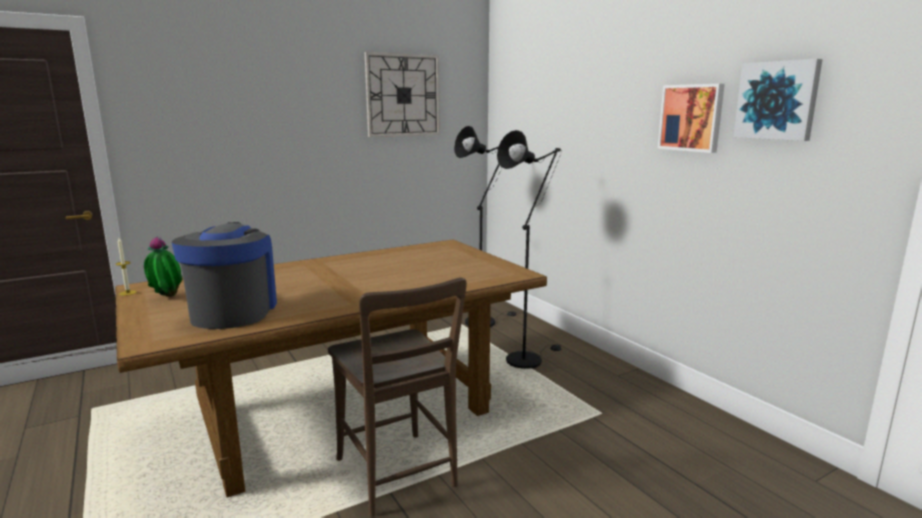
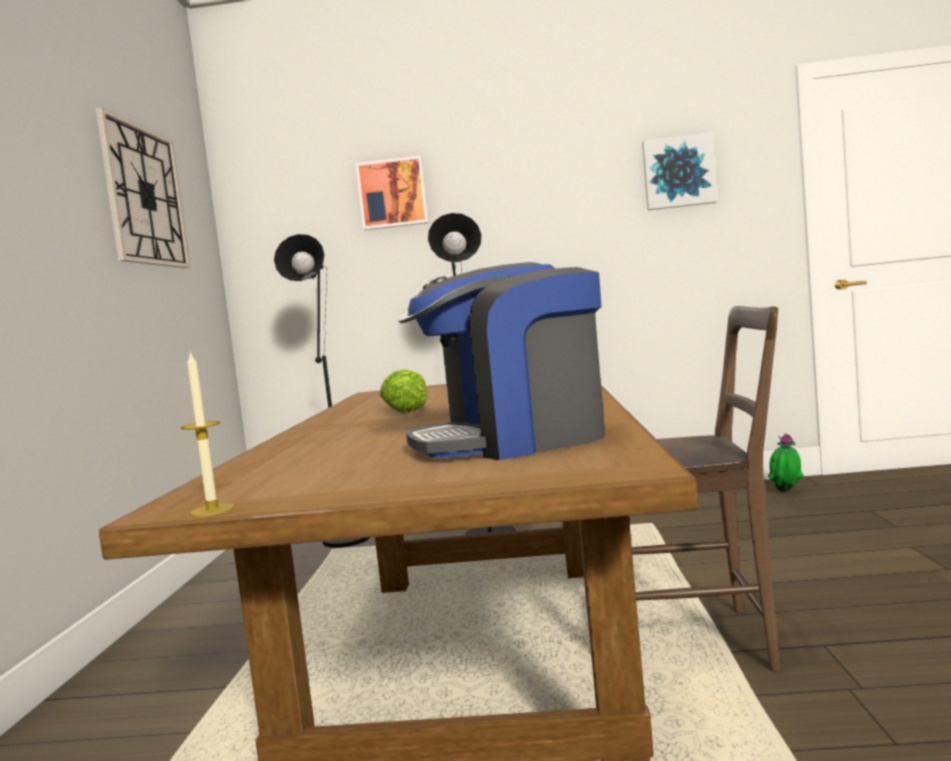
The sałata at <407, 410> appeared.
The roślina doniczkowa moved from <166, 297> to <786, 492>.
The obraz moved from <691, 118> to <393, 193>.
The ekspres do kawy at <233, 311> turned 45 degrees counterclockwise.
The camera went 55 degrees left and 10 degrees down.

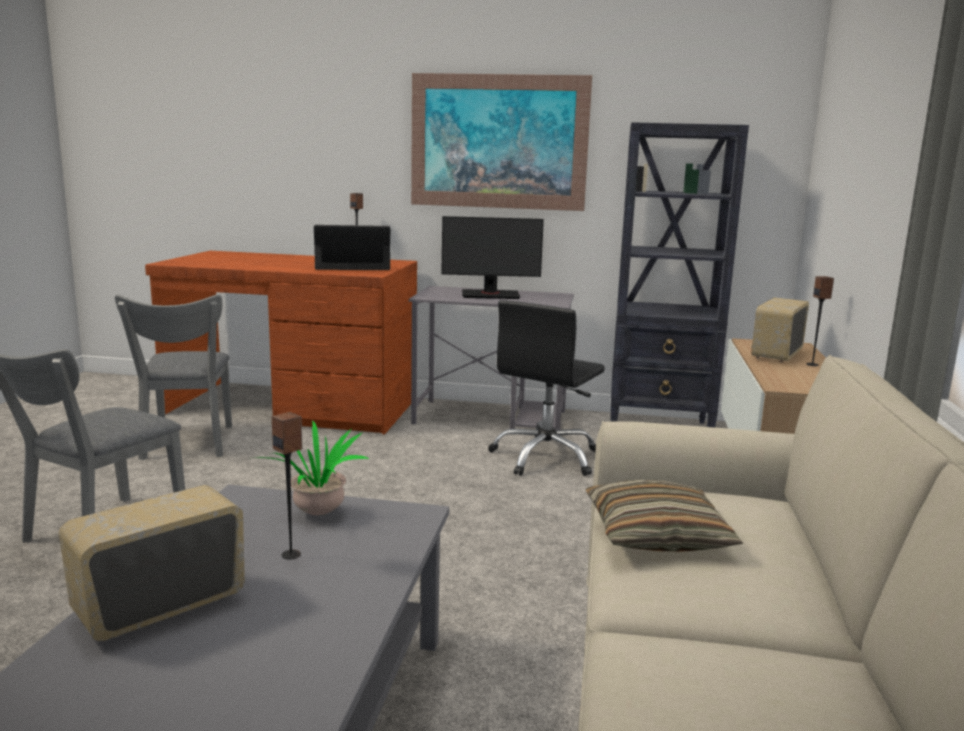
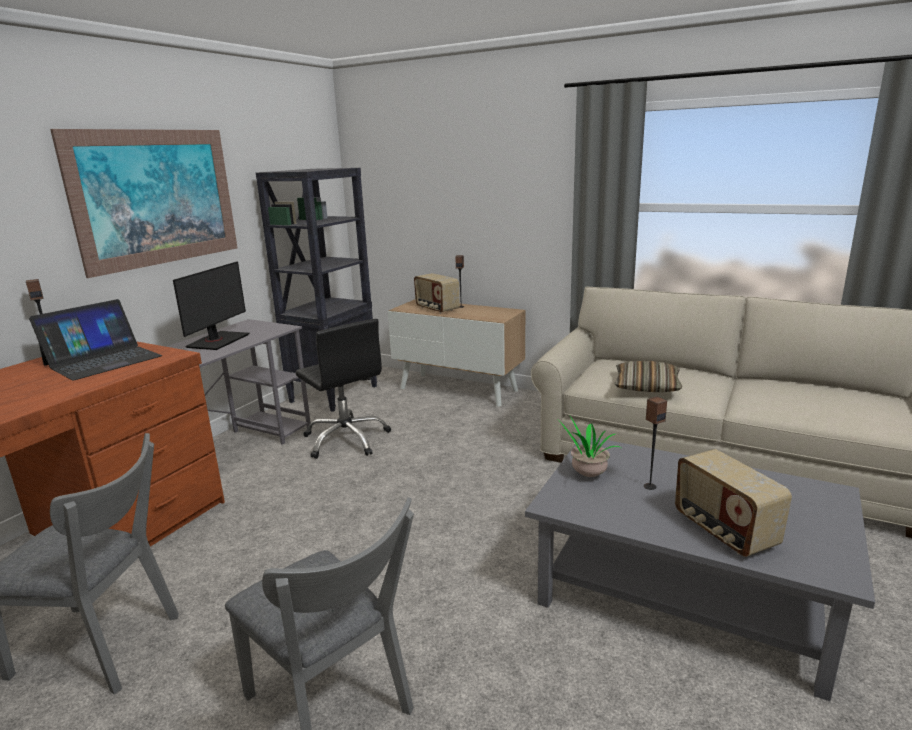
The laptop at <352, 265> turned 150 degrees counterclockwise.
The camera went 70 degrees left and 5 degrees up.

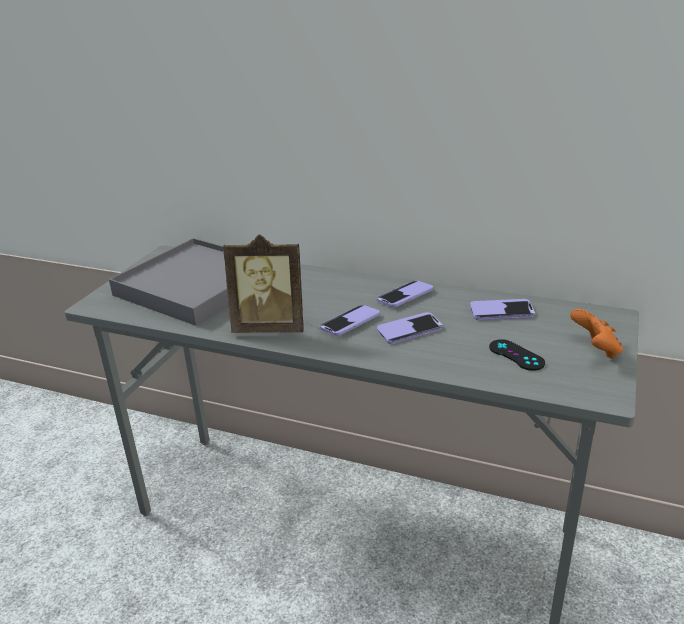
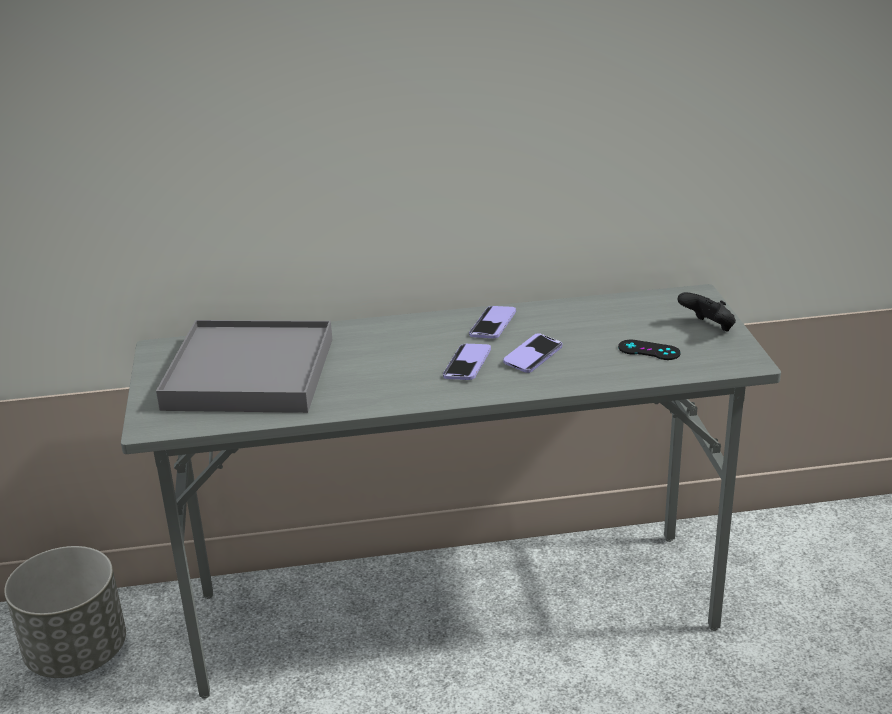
The ramka na zdjęcie at <270, 327> disappeared.
The telefon at <501, 311> disappeared.
The donica/szary at <77, 652> appeared.
The pad do gier/pomarańczowy at <595, 350> became the pad do gier/czarny at <708, 328>.
The camera went 30 degrees left and 0 degrees up.

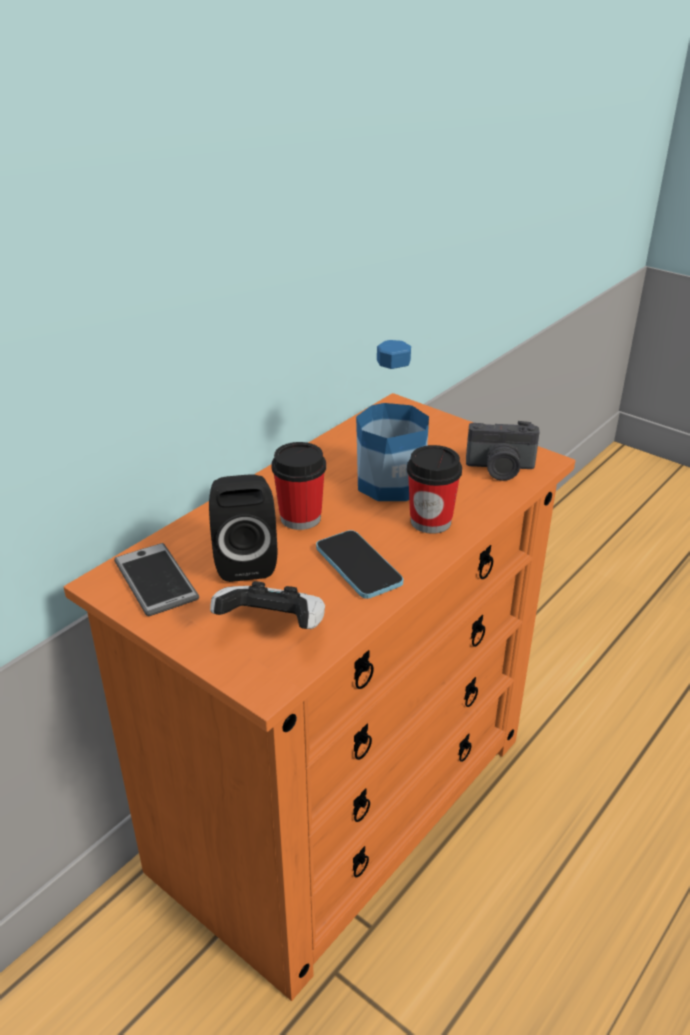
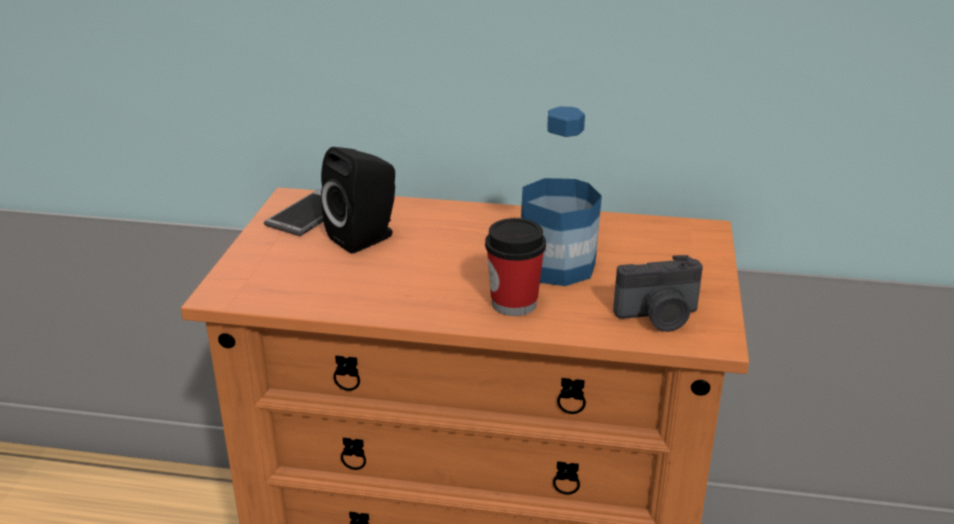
The pad do gier at <273, 627> disappeared.
The filiżanka at <300, 518> disappeared.
The telefon at <358, 566> disappeared.
The aparat fotograficzny at <500, 469> turned 75 degrees counterclockwise.
The camera went 60 degrees right and 5 degrees down.

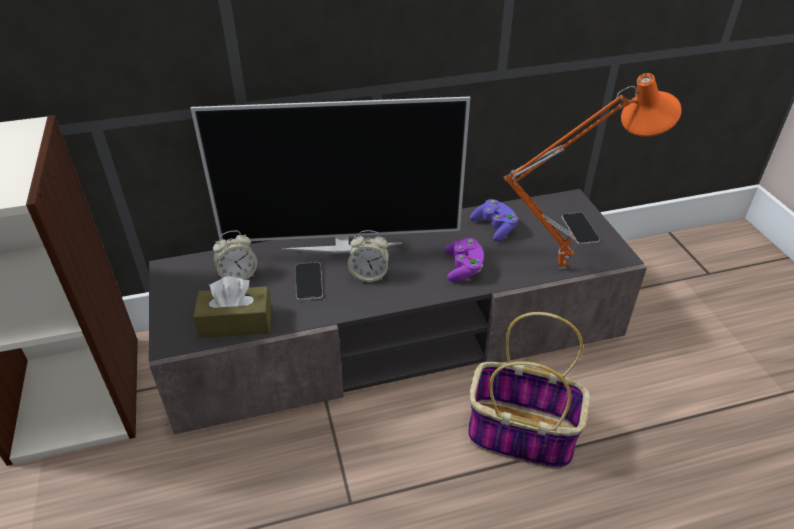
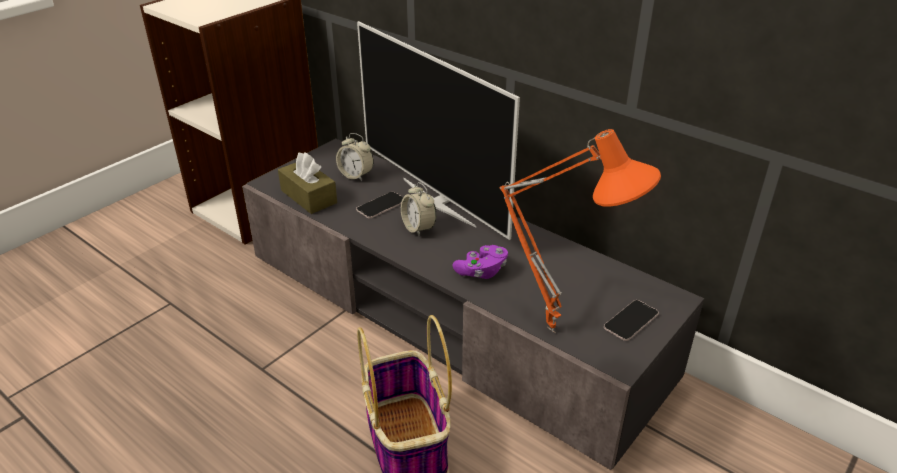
The pad do gier/fioletowy at <494, 228> disappeared.
The camera went 55 degrees right and 5 degrees down.

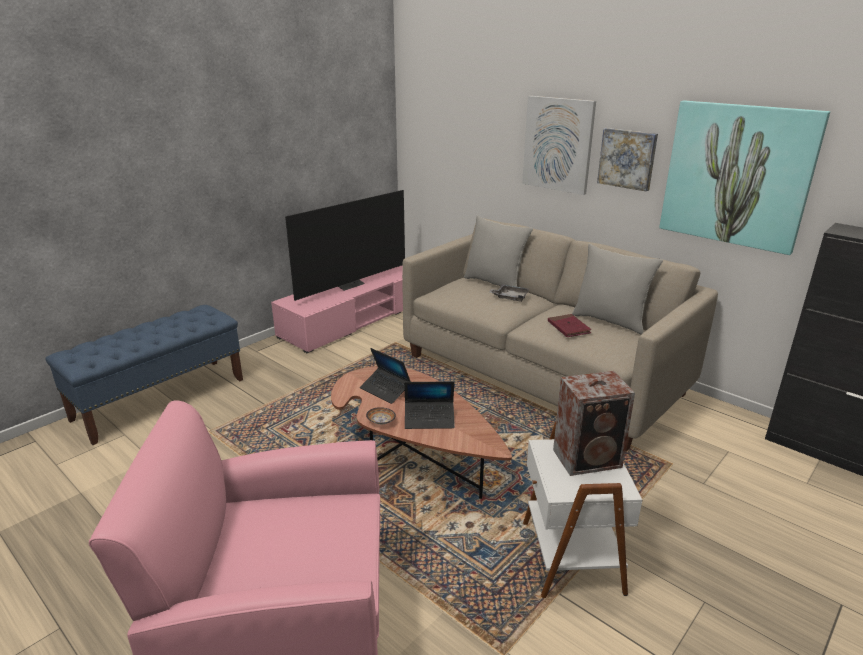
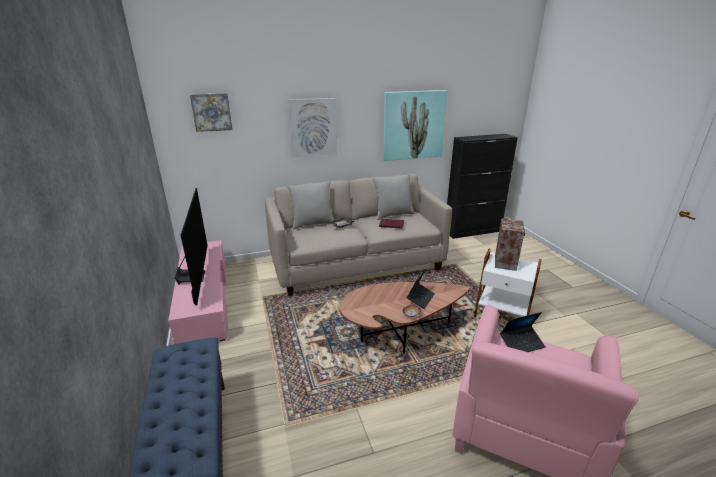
The laptop moved from <385, 390> to <521, 343>.
The obraz moved from <627, 158> to <211, 112>.
The camera went 60 degrees left and 0 degrees up.

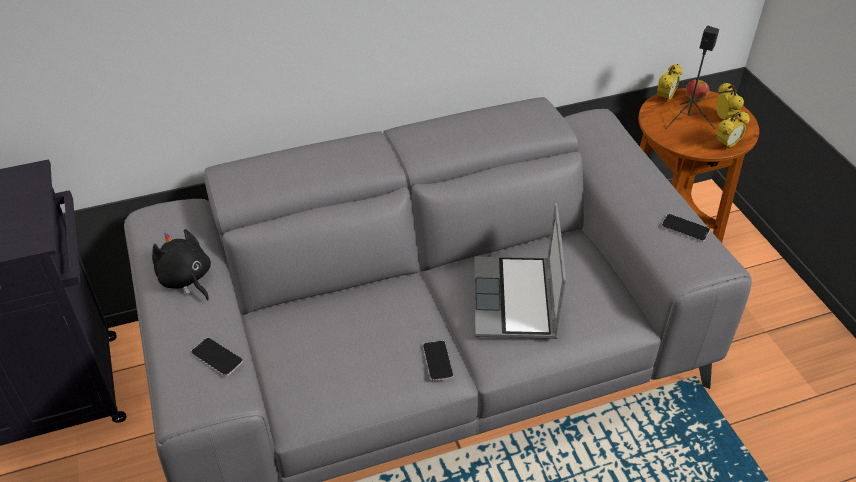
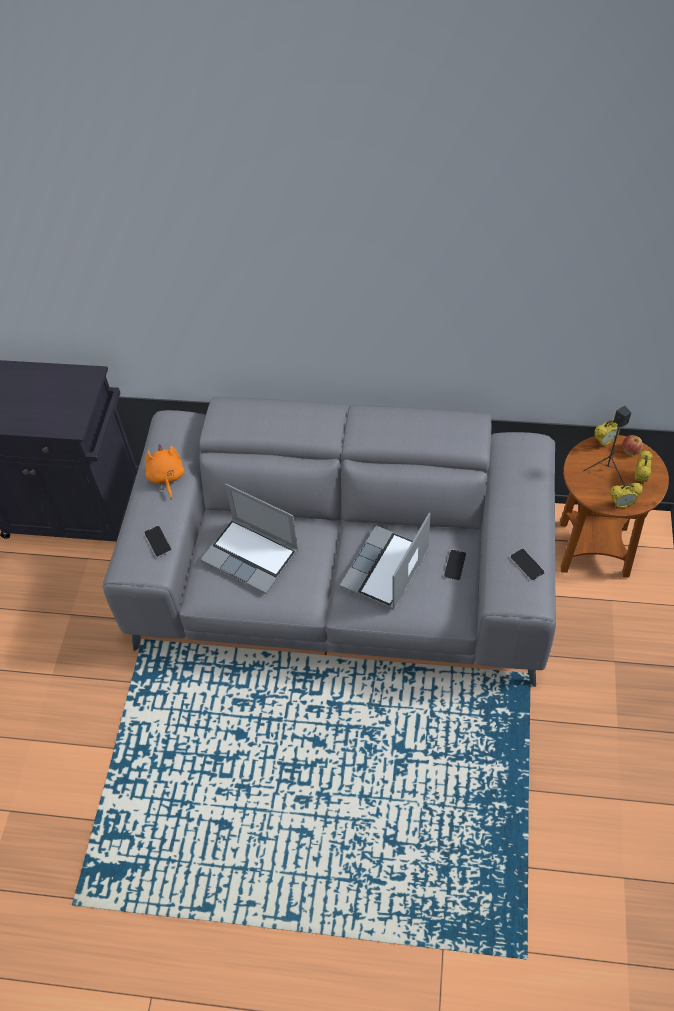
The laptop at <252, 556> appeared.
The telefon moved from <437, 361> to <455, 565>.
The pluszak/czarny at <186, 279> became the pluszak/pomarańczowy at <166, 478>.
The camera went 30 degrees right and 10 degrees up.

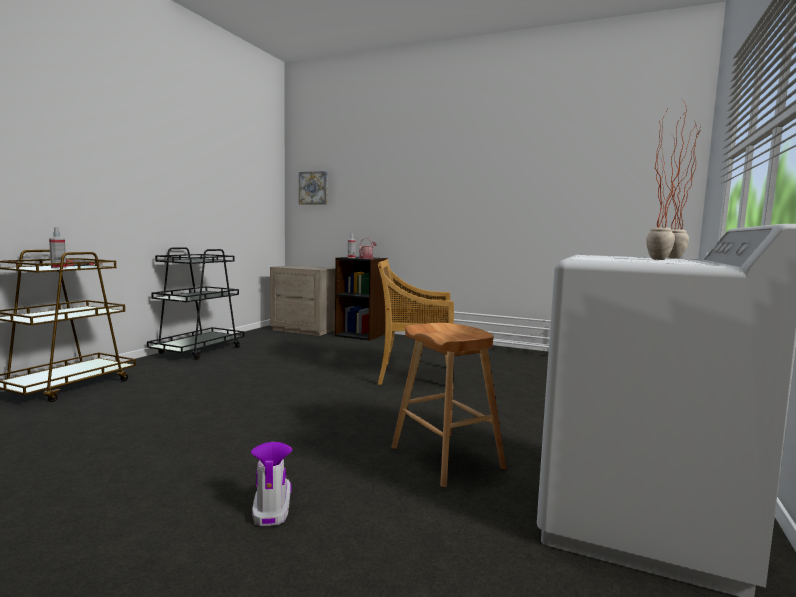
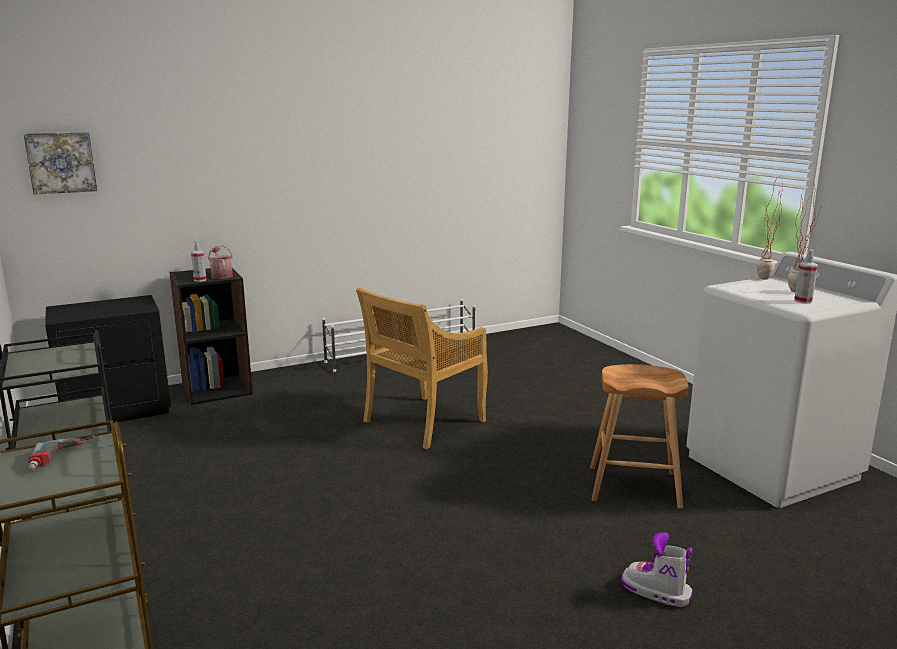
The spryskiwacz moved from <58, 268> to <803, 301>.
The szafka nocna/beżowy at <306, 329> became the szafka nocna/czarny at <116, 409>.
The camera went 50 degrees left and 10 degrees up.

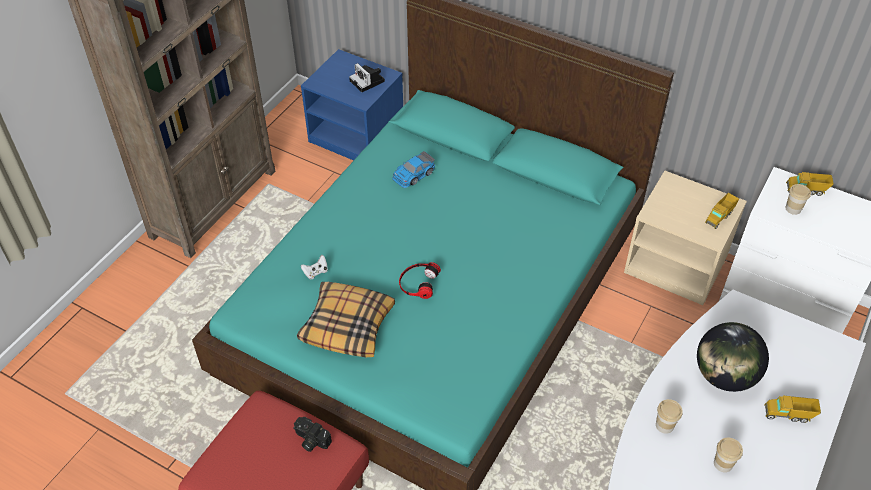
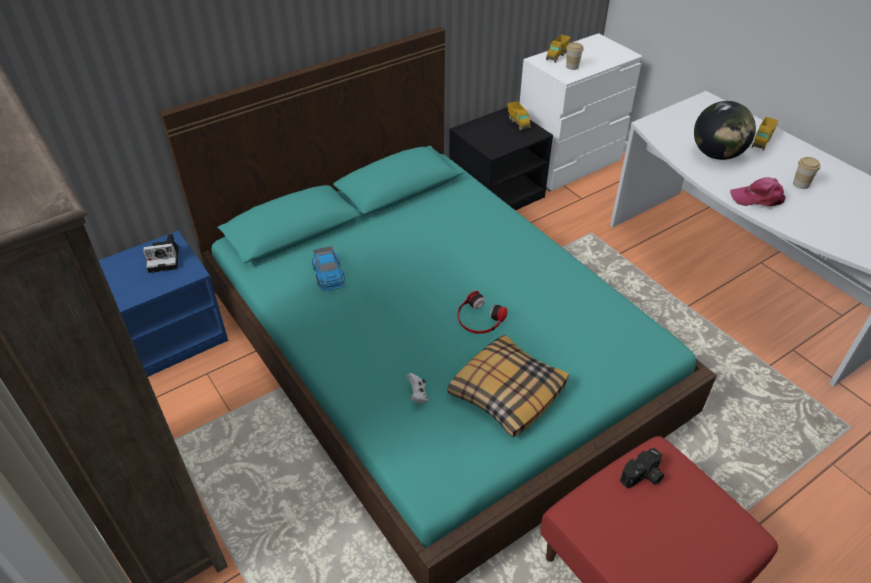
The filiżanka at <664, 425> was replaced by the czapka z daszkiem/różowy at <757, 198>.
The szafka nocna/beżowy at <676, 265> became the szafka nocna/czarny at <496, 194>.
The camera went 65 degrees left and 5 degrees down.

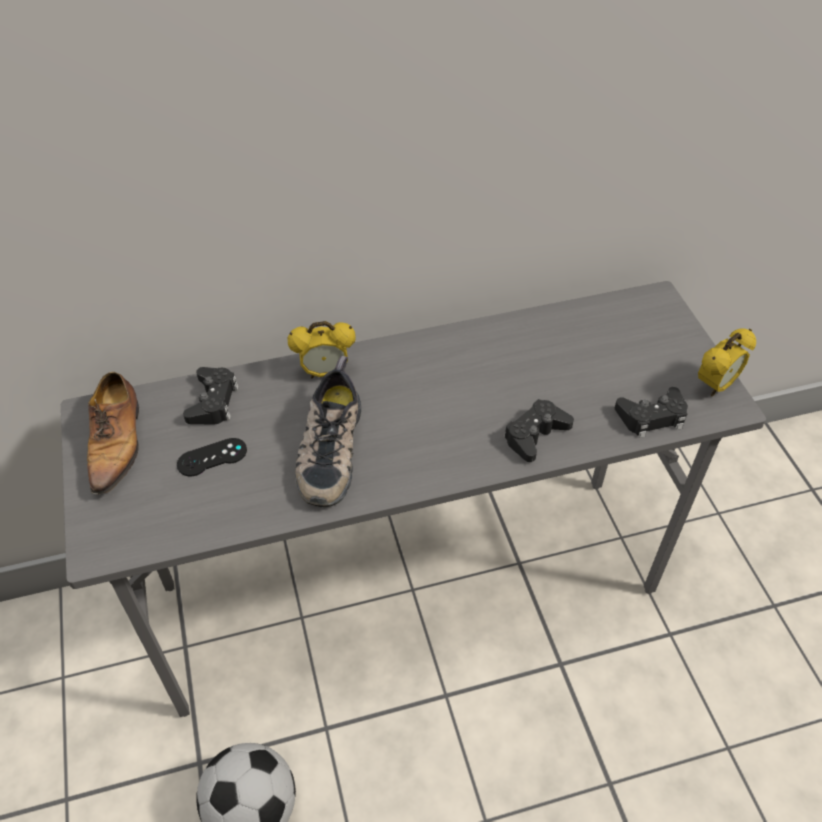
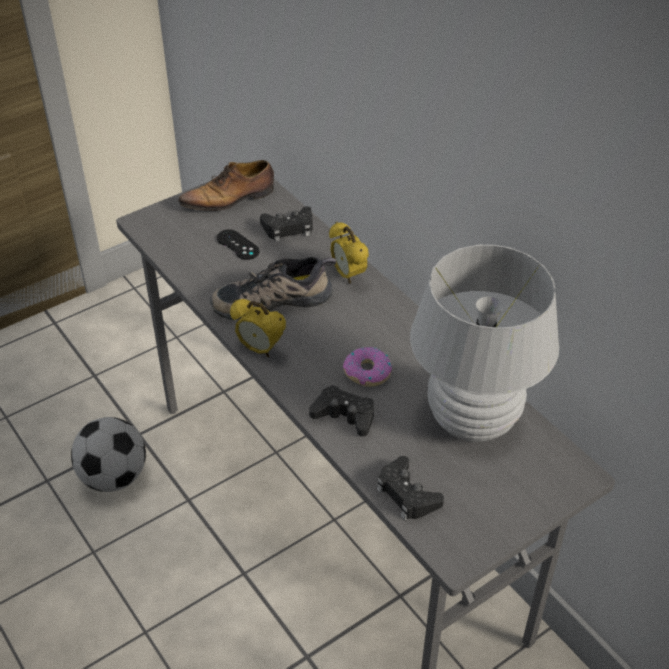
The donut at <367, 372> appeared.
The lampa stołowa/biały at <472, 420> appeared.
The budzik moved from <715, 386> to <260, 349>.
The camera went 70 degrees right and 5 degrees down.

